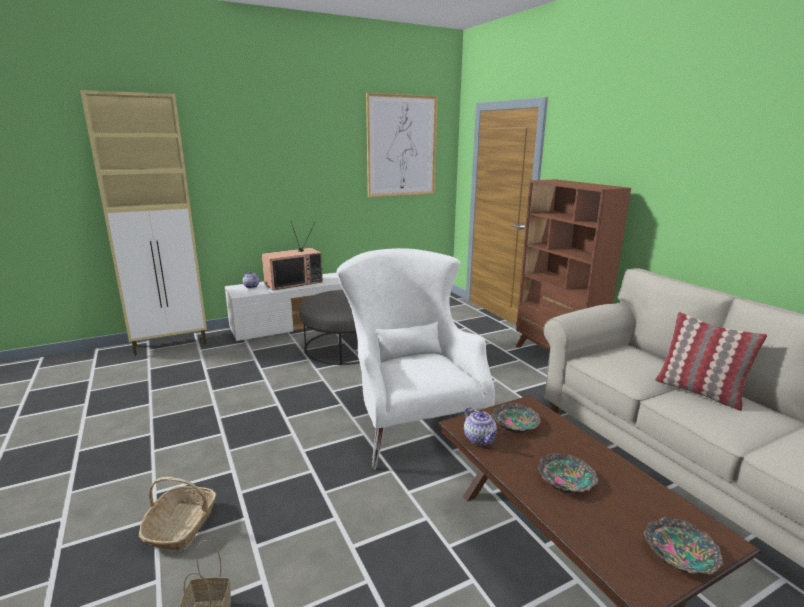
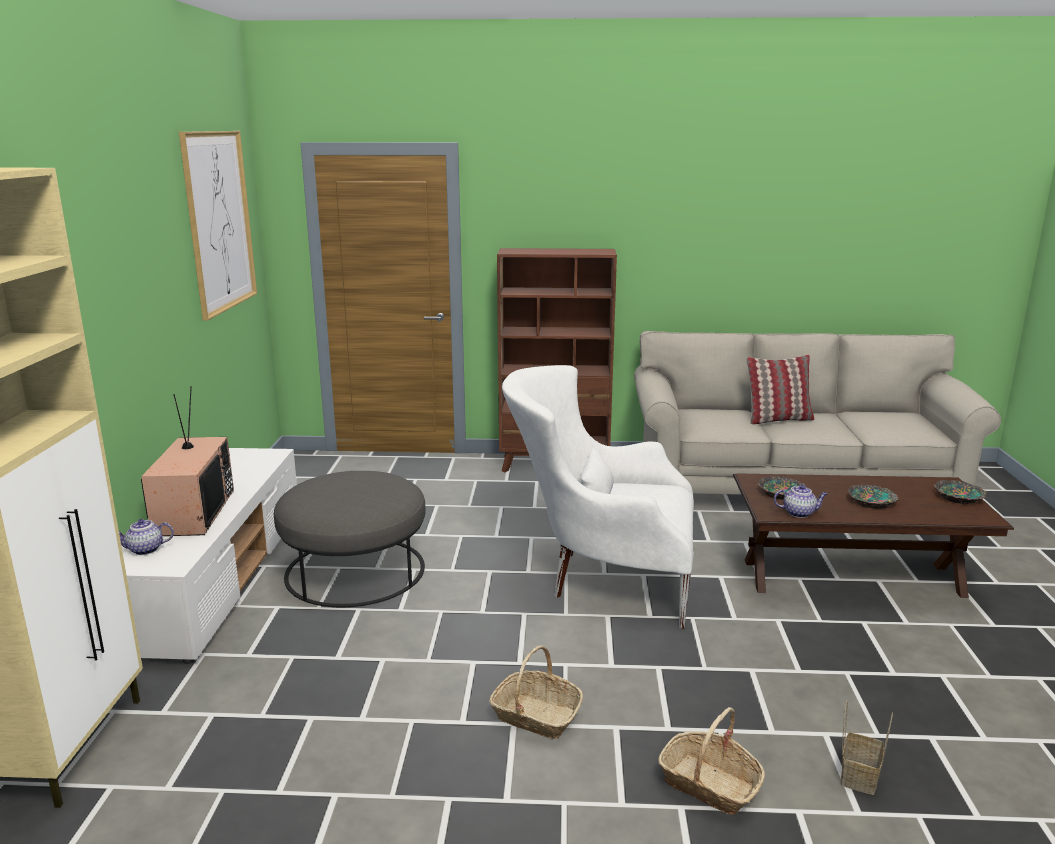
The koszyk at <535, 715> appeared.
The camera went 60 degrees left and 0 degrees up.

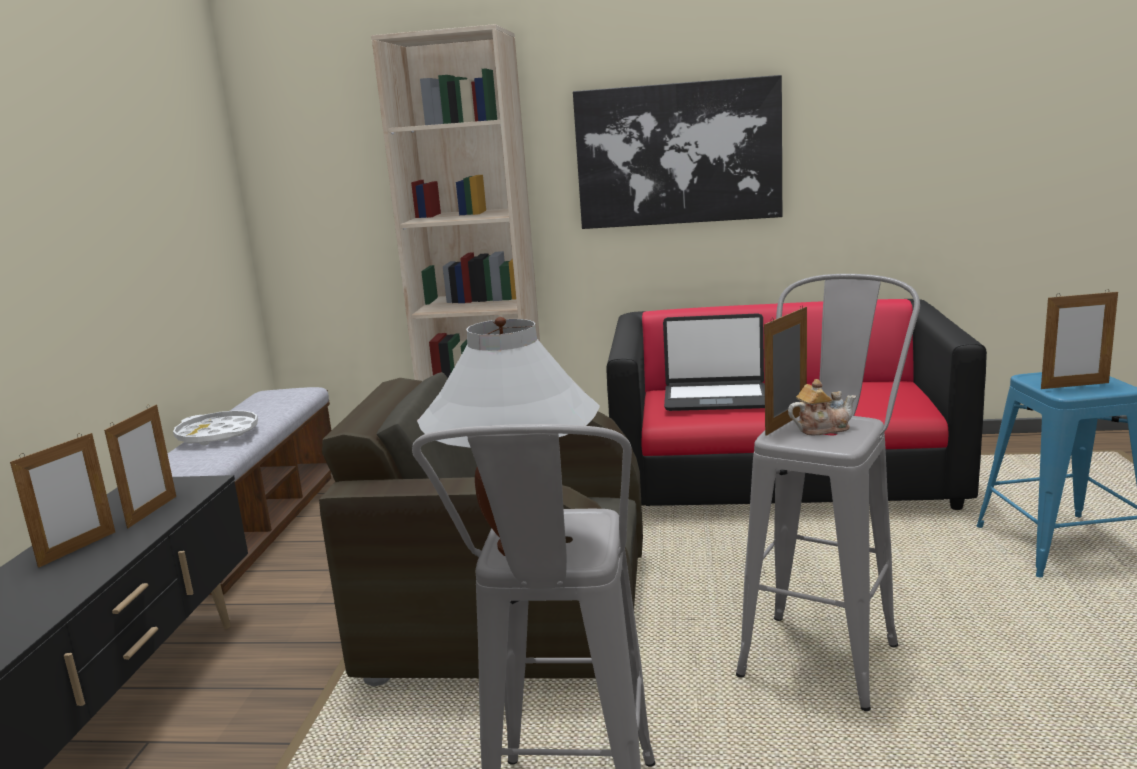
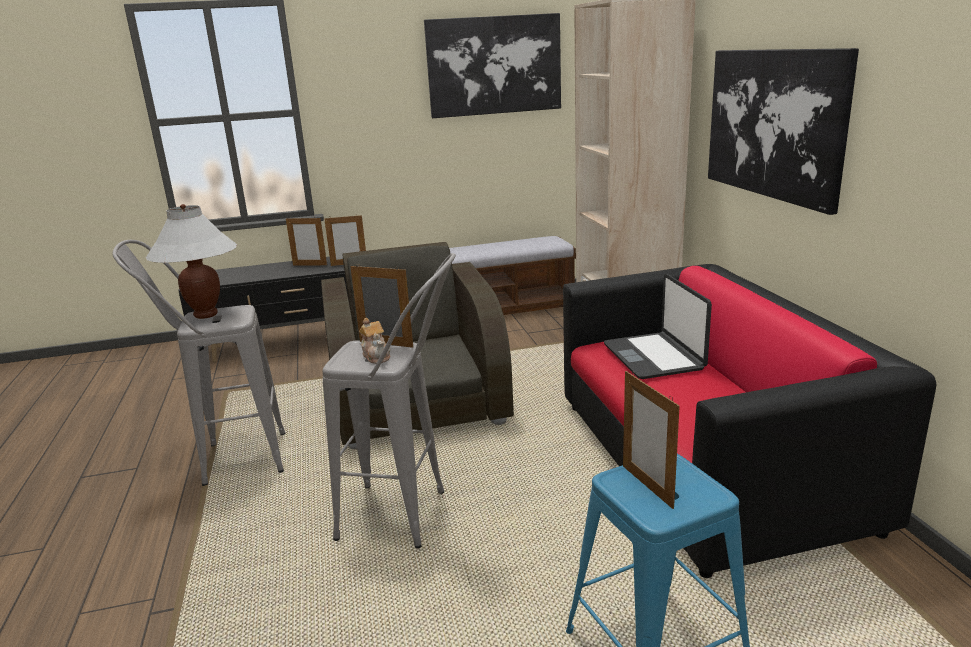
The taca/biały at <218, 434> disappeared.
The obraz at <494, 65> appeared.
The camera went 70 degrees right and 5 degrees up.

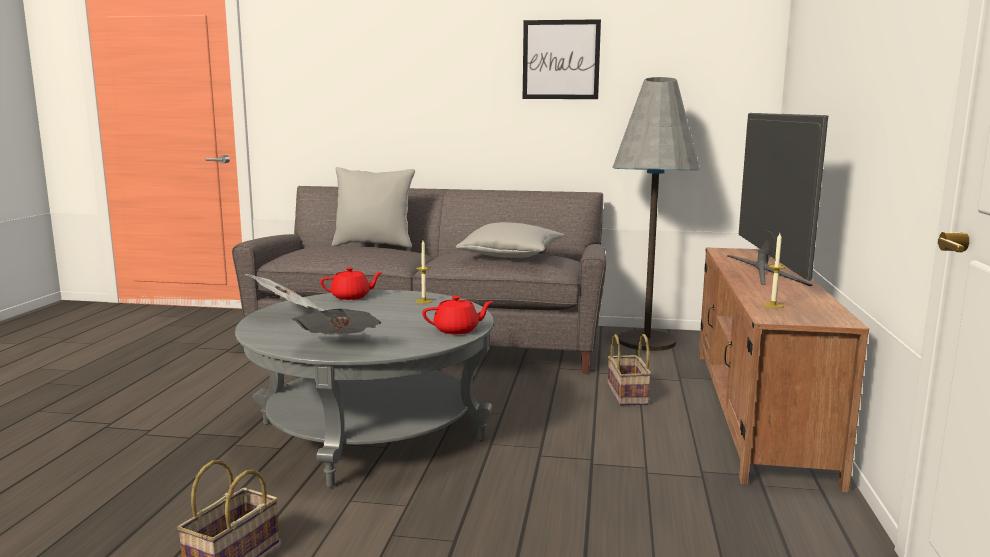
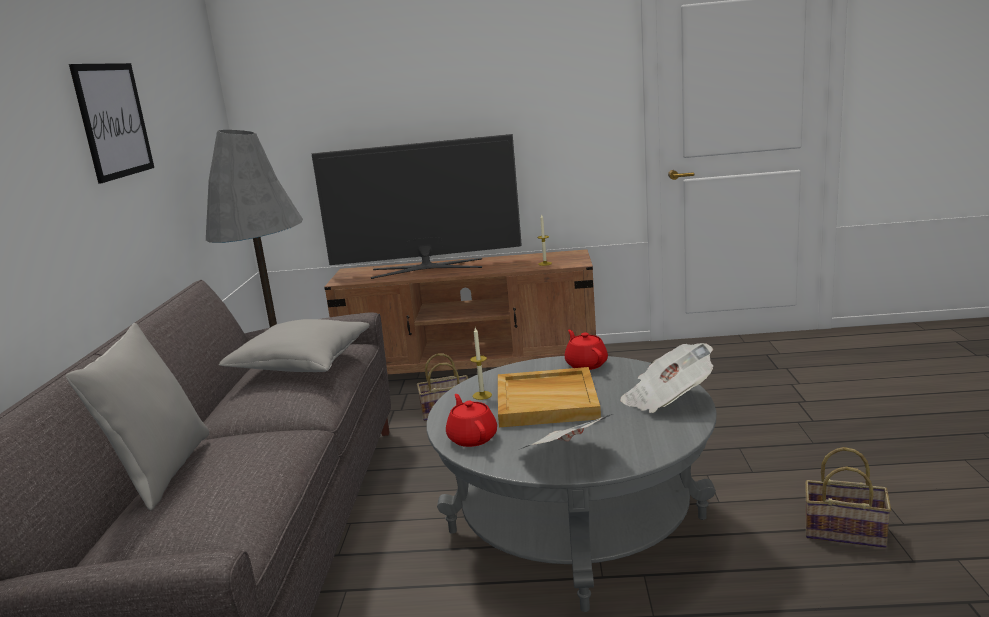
The taca/beżowy at <547, 401> appeared.
The camera went 95 degrees left and 5 degrees up.

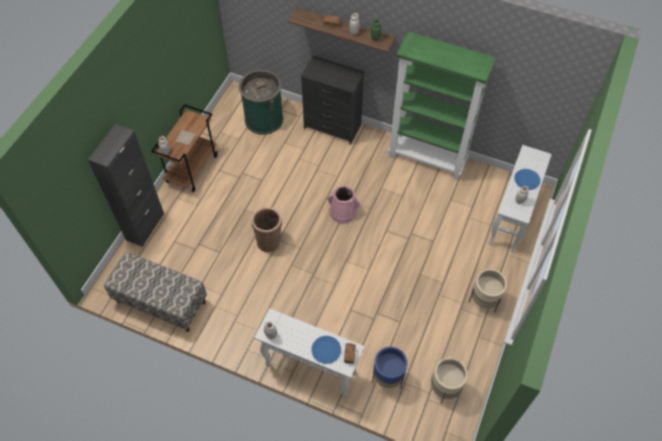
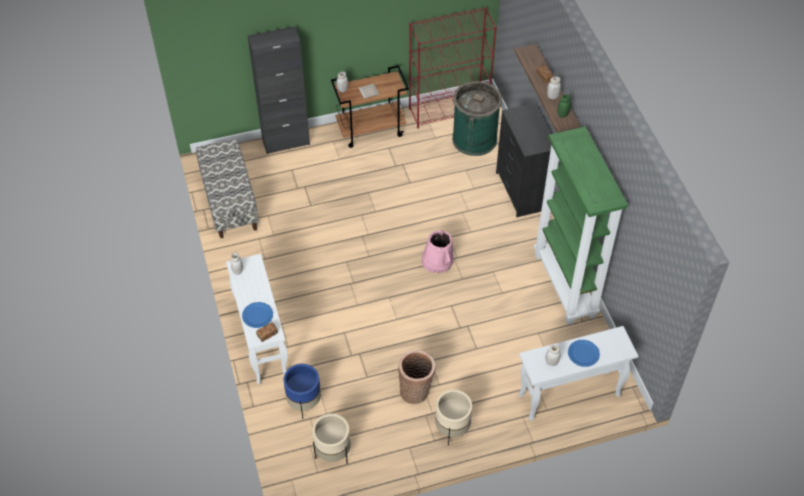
The regał/czerwony at <449, 110> appeared.
The koszyk moved from <269, 241> to <416, 391>.
The camera went 50 degrees right and 5 degrees down.

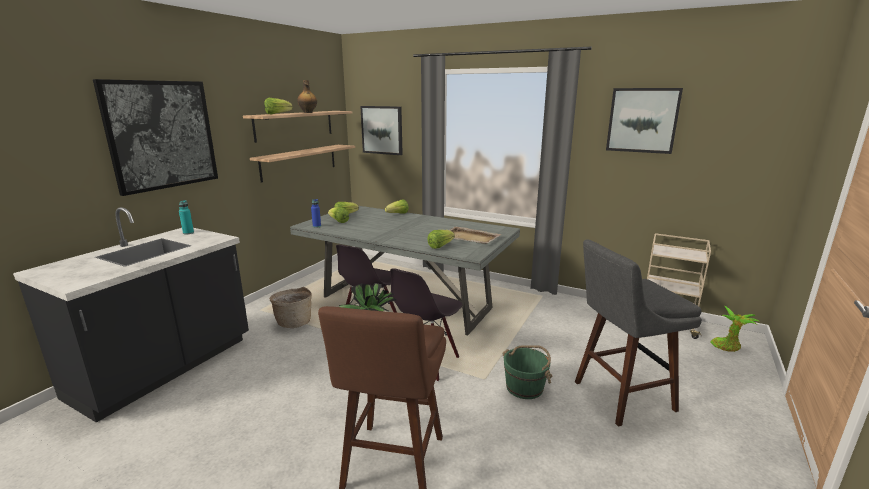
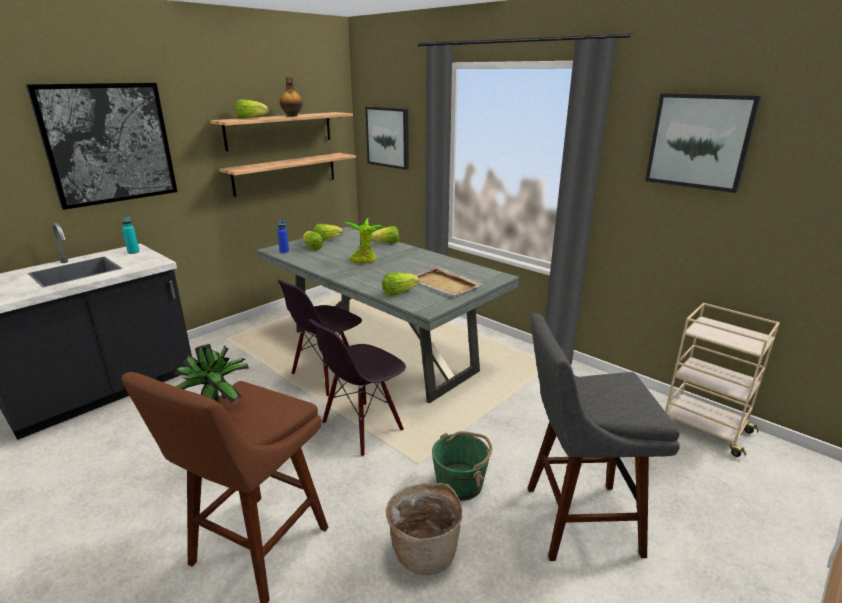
The koszyk moved from <294, 322> to <424, 550>.
The roślina doniczkowa moved from <727, 346> to <364, 260>.
The camera went 15 degrees right and 5 degrees up.

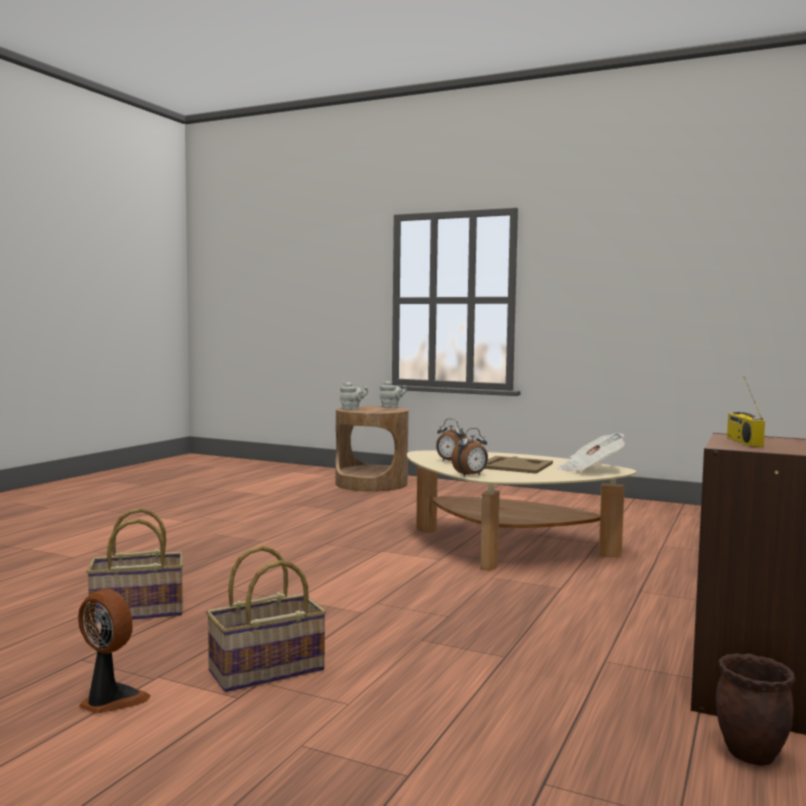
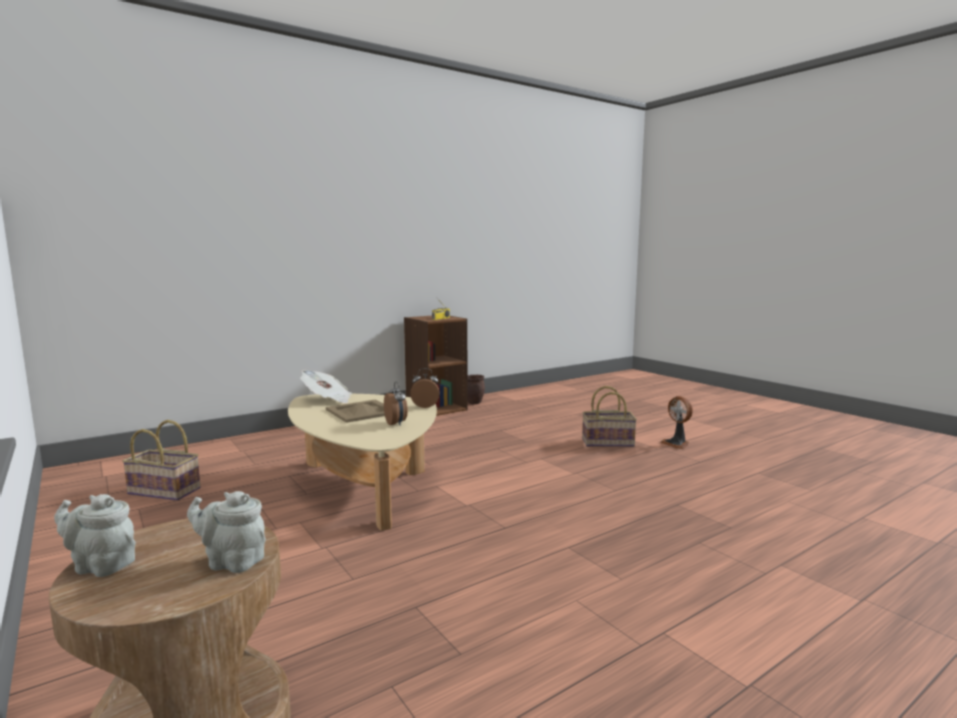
The koszyk moved from <137, 612> to <165, 491>.
The camera went 150 degrees left and 5 degrees up.

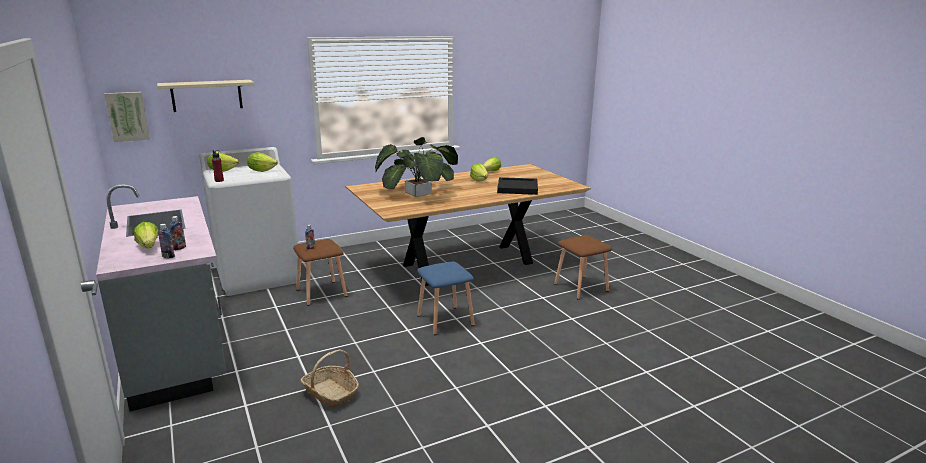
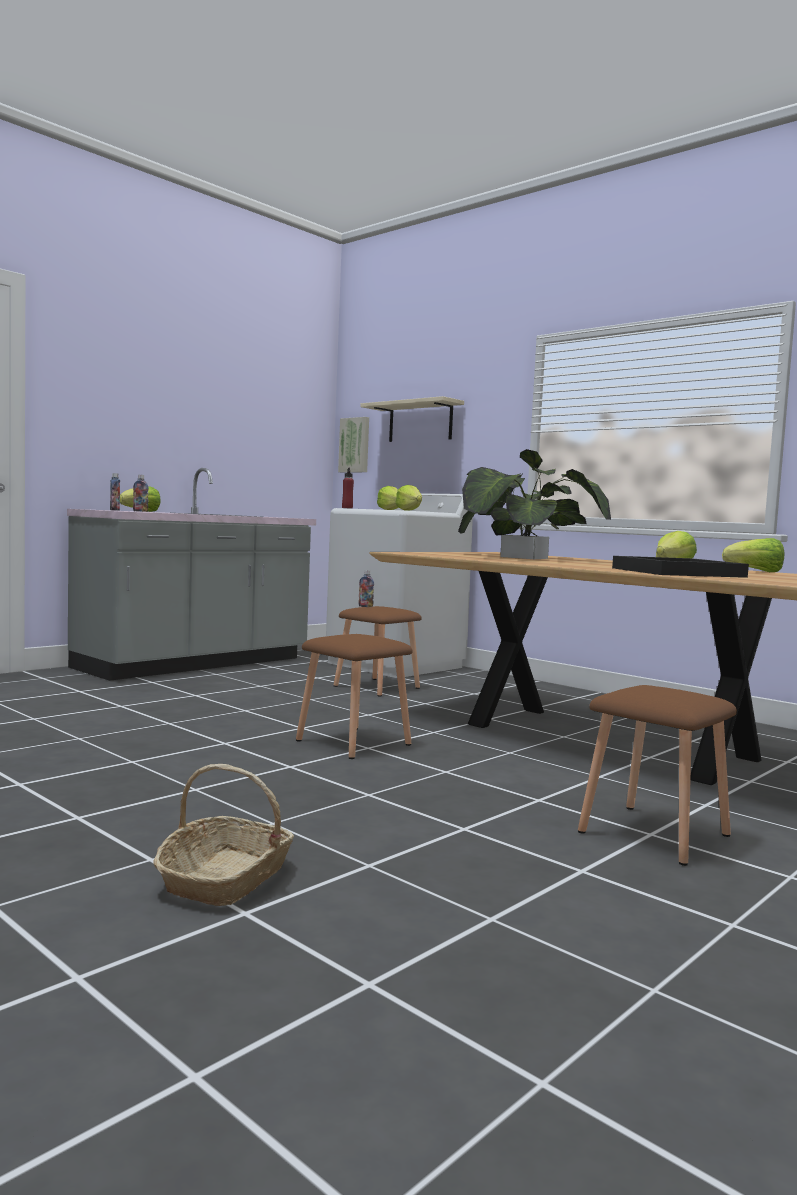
The koszyk moved from <331, 393> to <225, 878>.
The stołek/niebieski at <444, 321> became the stołek/brązowy at <351, 742>.
The camera went 70 degrees right and 15 degrees down.

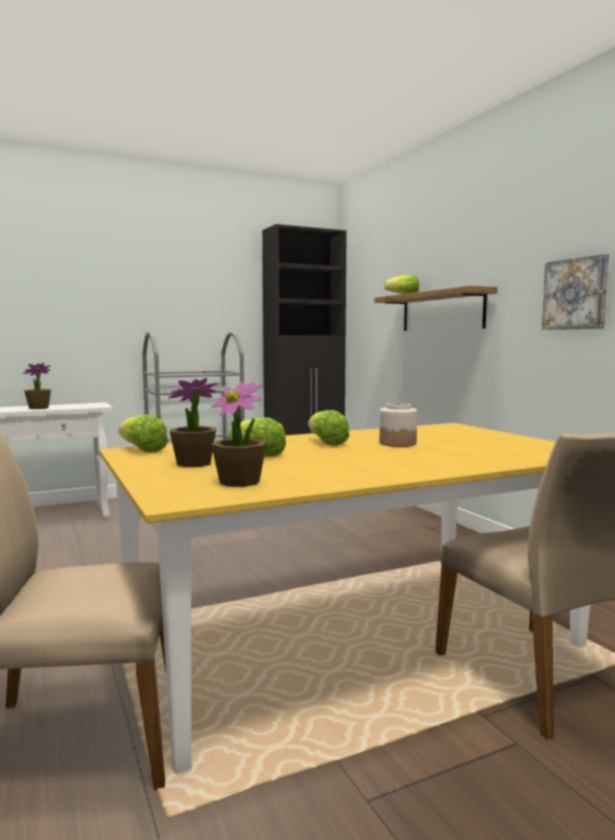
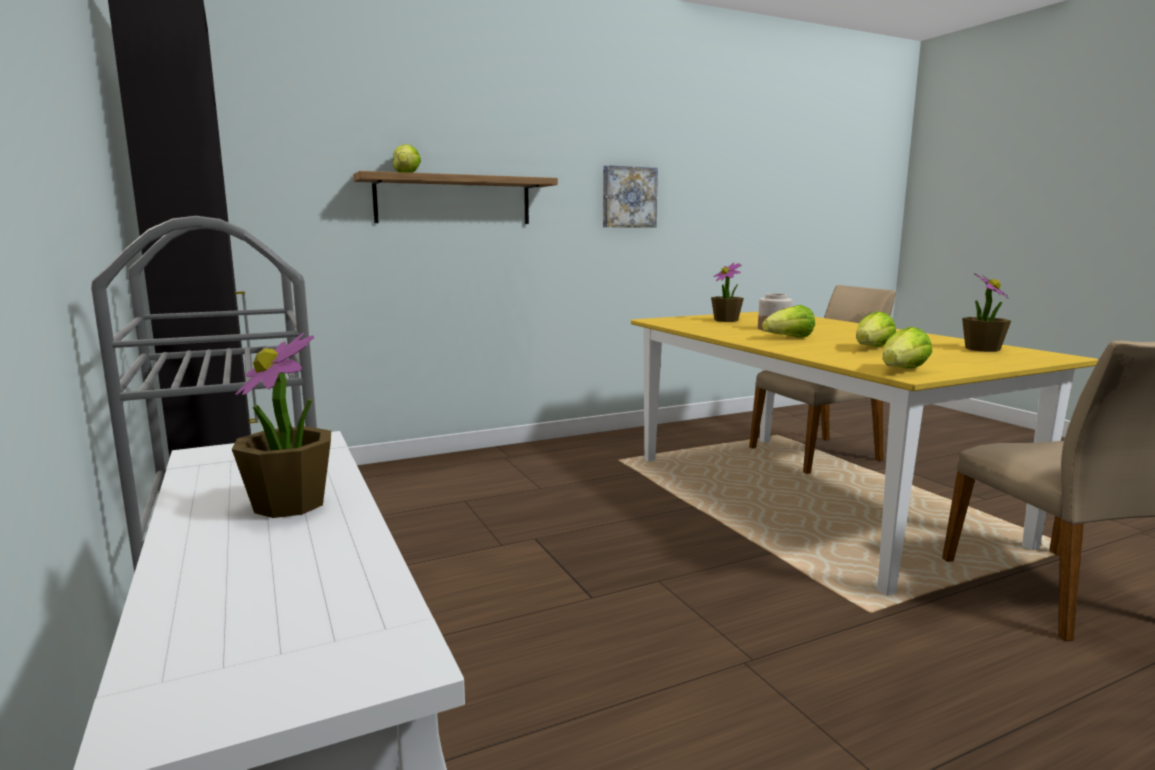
The roślina doniczkowa moved from <194, 463> to <726, 320>.
The camera went 90 degrees left and 5 degrees up.

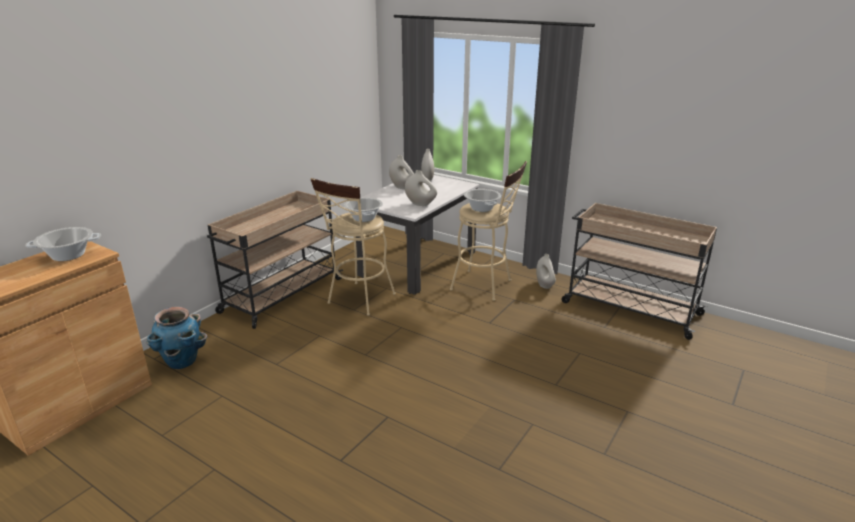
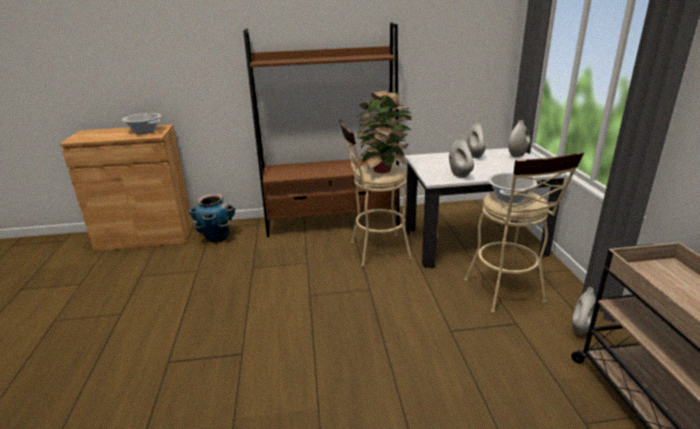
The wózek/beżowy at <281, 296> was replaced by the regał/brązowy at <332, 222>.
The garnek at <364, 218> was replaced by the roślina doniczkowa at <384, 170>.
The camera went 50 degrees right and 0 degrees up.

